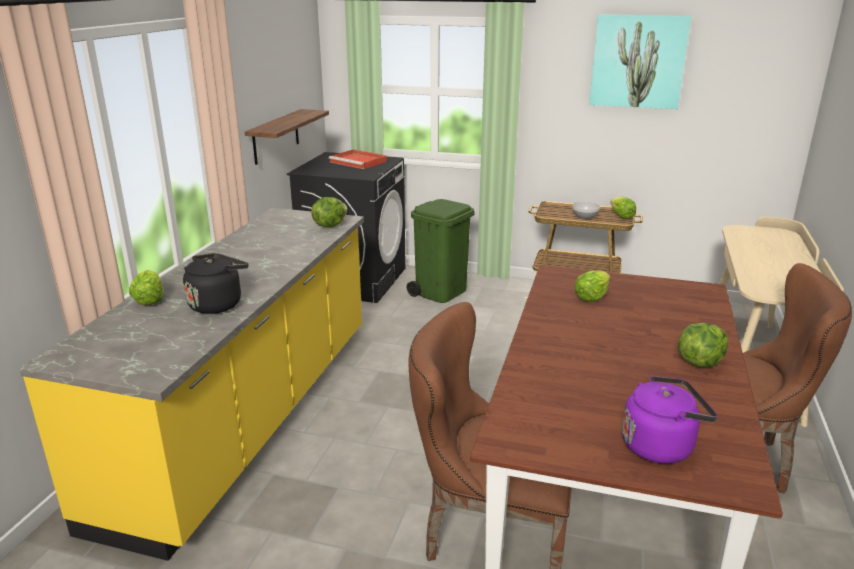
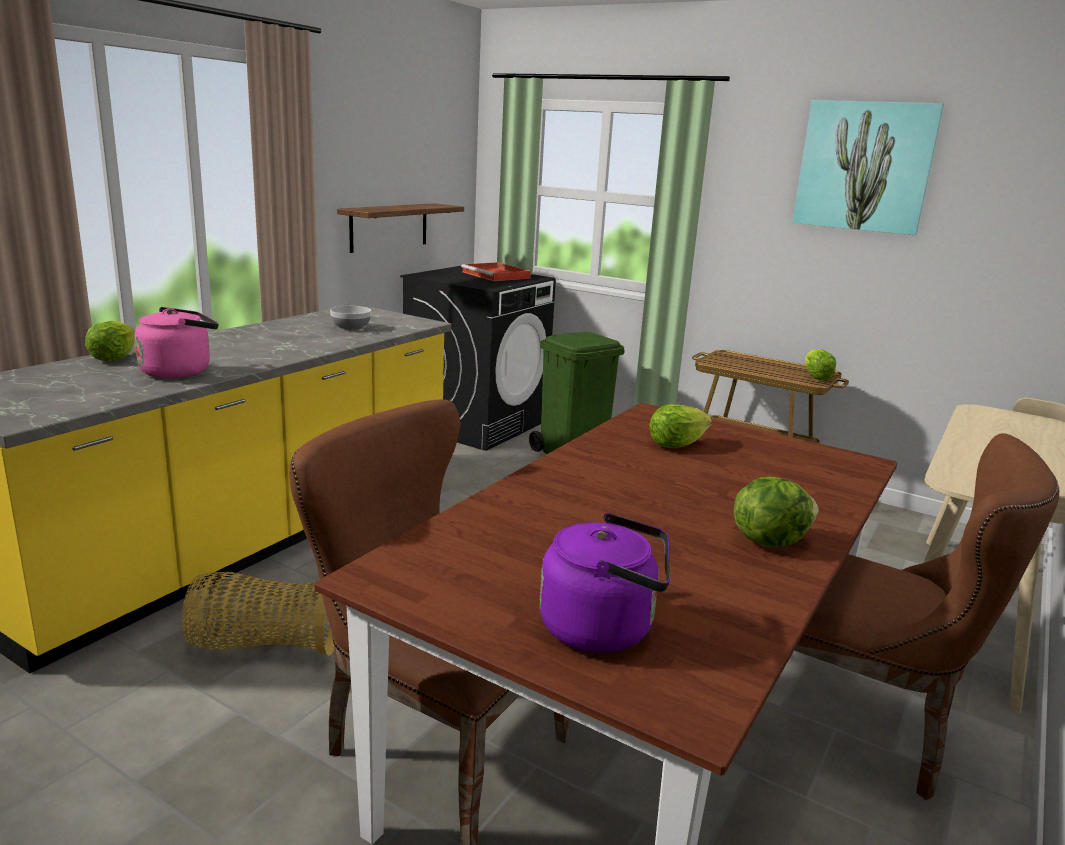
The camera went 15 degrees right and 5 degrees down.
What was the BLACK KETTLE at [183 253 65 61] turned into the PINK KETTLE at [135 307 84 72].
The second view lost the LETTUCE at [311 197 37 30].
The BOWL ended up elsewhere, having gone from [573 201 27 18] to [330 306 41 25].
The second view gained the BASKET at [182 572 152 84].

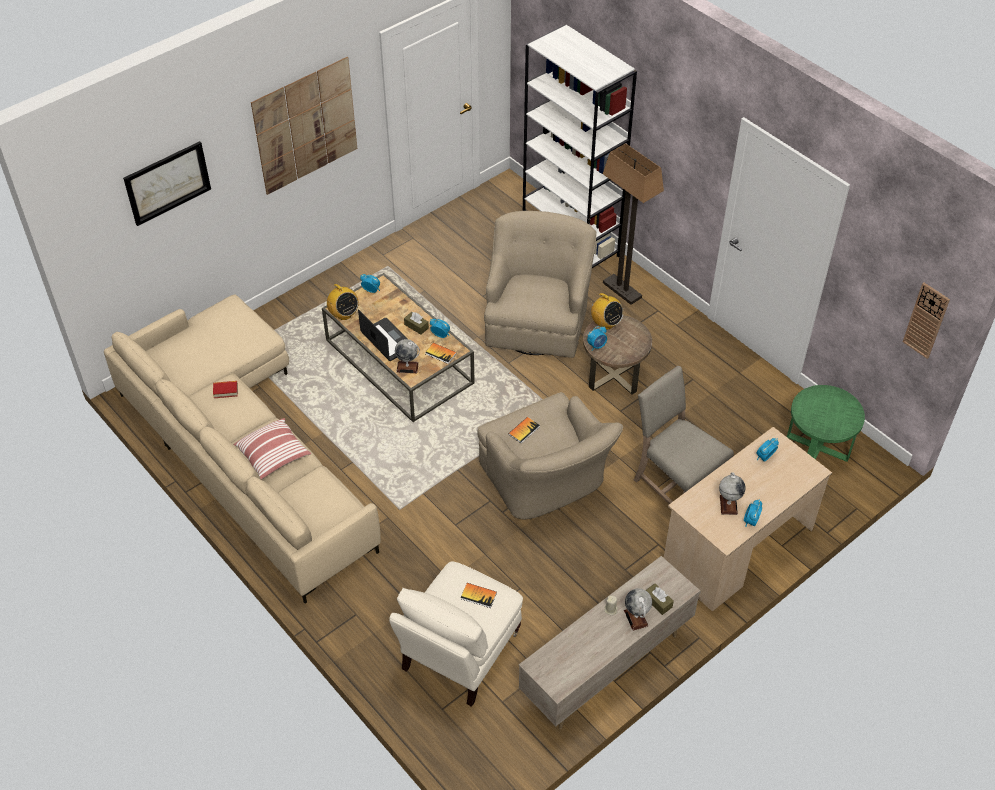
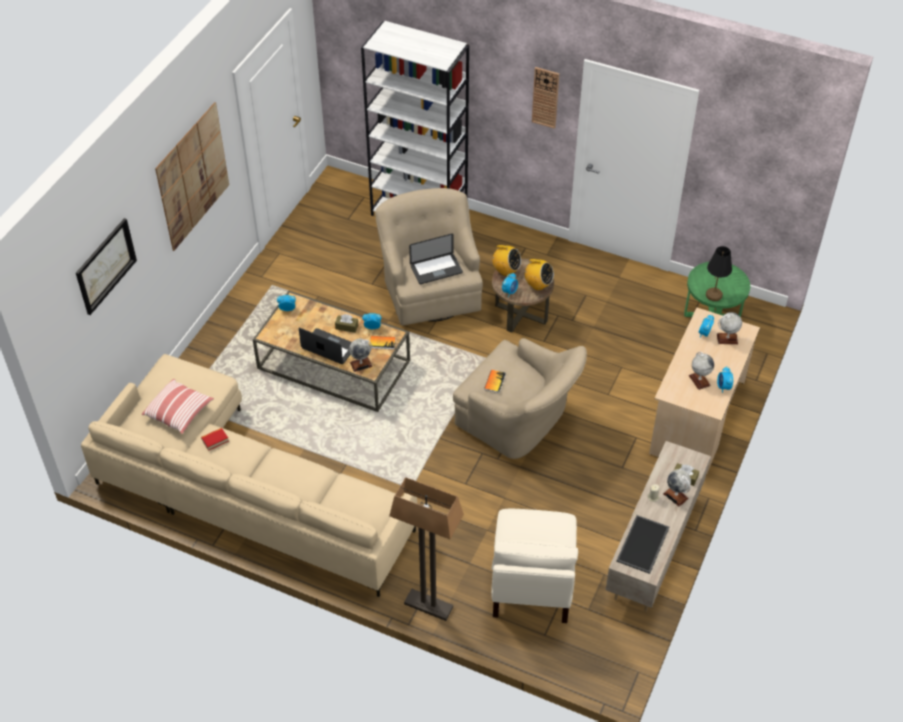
The camera went 25 degrees left and 0 degrees up.
The PILLOW ended up elsewhere, having gone from [234 418 77 62] to [142 379 72 55].
The RADIO ended up elsewhere, having gone from [326 284 33 36] to [524 259 30 31].
The second view lost the BOOK at [461 583 36 25].
The FLOOR LAMP ended up elsewhere, having gone from [603 143 61 162] to [389 477 75 144].
The second view lost the BEIGE CHAIR at [634 366 100 138].
The WALL CLOCK ended up elsewhere, having gone from [903 282 47 77] to [532 67 27 62].
The second view gained the LAPTOP at [409 233 54 51].
The second view gained the TRAY at [616 515 53 59].
The second view gained the BLACK TABLE LAMP at [706 246 26 55].
The second view gained the GLOBE at [717 312 25 32].

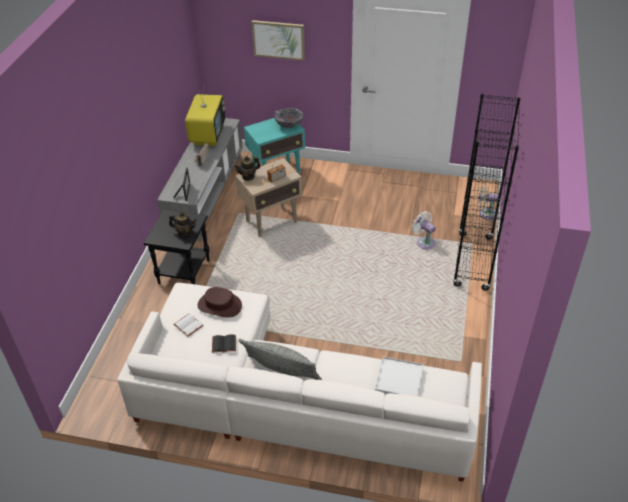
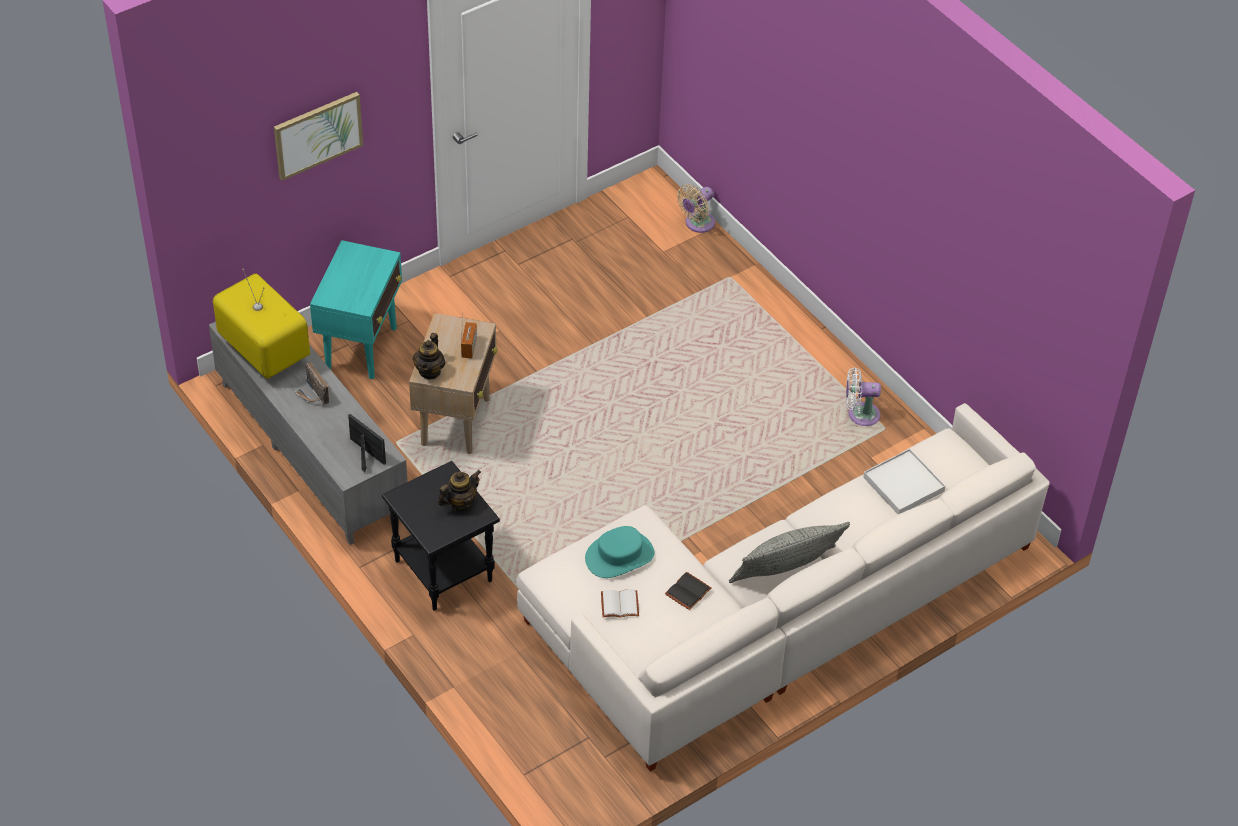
The camera went 50 degrees left and 5 degrees up.
What was the BROWN HAT at [198 287 44 31] turned into the TURQUOISE HAT at [585 526 70 52].
The second view lost the BOWL at [274 108 29 20].
The WHITE FAN ended up elsewhere, having gone from [412 211 24 38] to [846 367 35 59].
The second view lost the BLACK BOOKCASE at [453 94 68 197].

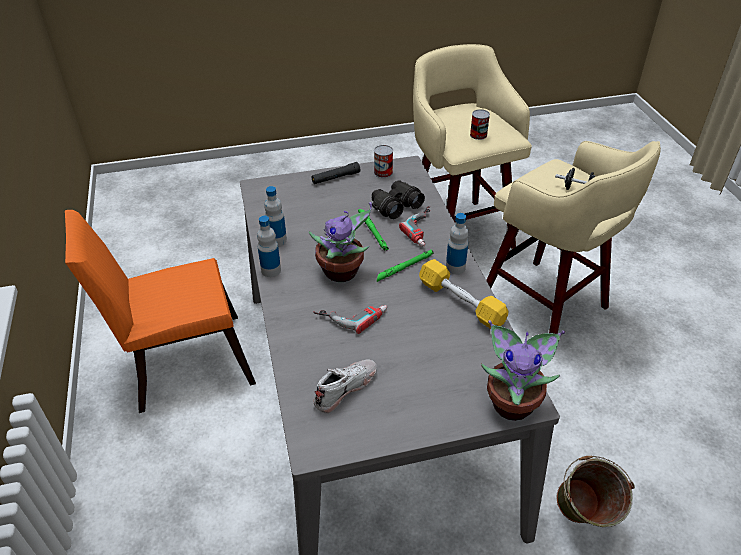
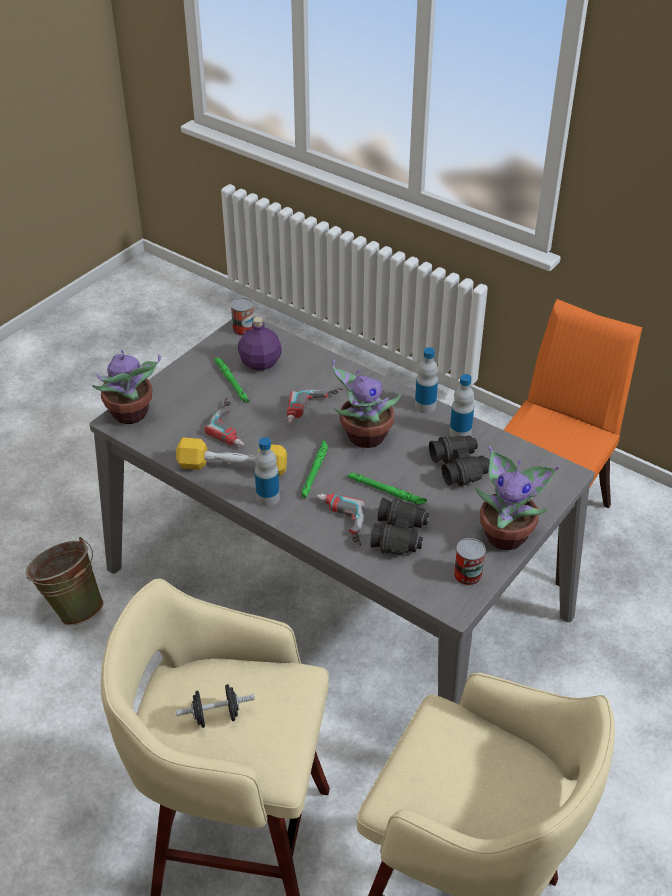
The camera went 140 degrees right and 0 degrees up.
Where the BLACK FLASHLIGHT stood at [311 162 49 22], the POTTED PLANT came to stand at [475 446 85 104].
Where the WHITE SHOE stood at [313 360 64 54], the PURPLE BOTTLE came to stand at [238 317 44 54].
The CAN ended up elsewhere, having gone from [470 109 20 31] to [231 298 23 38].
The second view gained the POWER DRILL at [204 397 40 50].
The second view gained the GREEN FLASHLIGHT at [214 358 35 45].
The second view gained the BLACK BINOCULARS at [429 435 61 51].

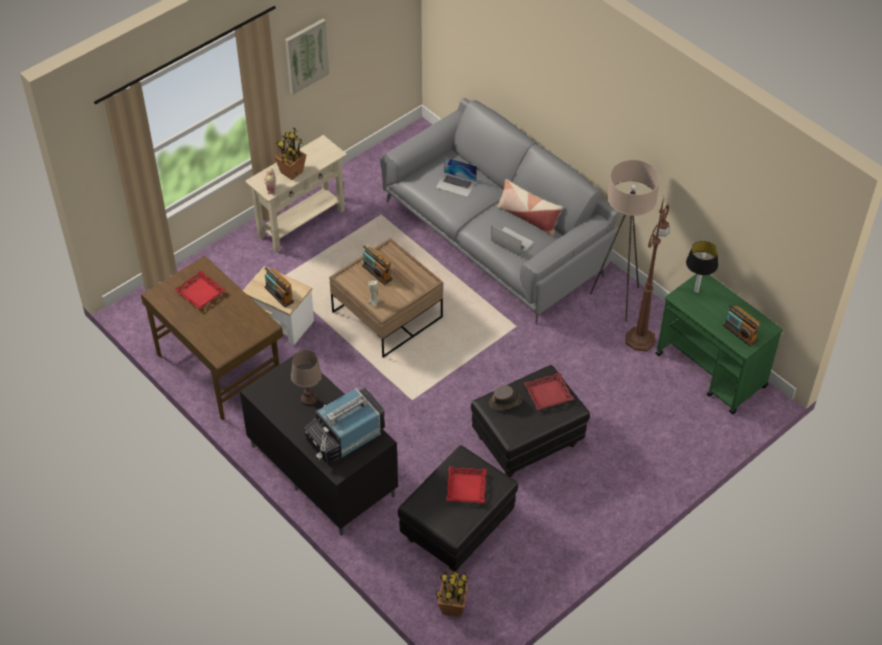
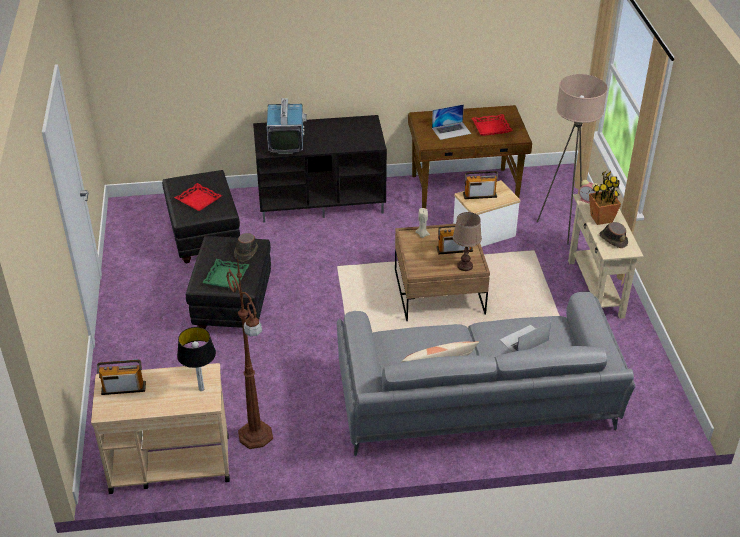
The camera went 125 degrees right and 10 degrees down.
The second view lost the PICTURE at [285 19 44 76].
The BROWN TABLE LAMP ended up elsewhere, having gone from [291 350 31 56] to [453 212 29 59].
The second view lost the POTTED PLANT at [436 569 33 48].
The LAPTOP ended up elsewhere, having gone from [491 225 43 32] to [432 104 39 36].
What was the RED TRAY at [524 372 50 38] turned into the GREEN TRAY at [203 259 47 30].
The BEIGE FLOOR LAMP ended up elsewhere, having gone from [590 160 70 162] to [537 74 71 171].
What was the GREEN CART at [655 274 128 140] turned into the BEIGE CART at [91 363 139 131].
The second view gained the BROWN HAT at [599 222 29 26].

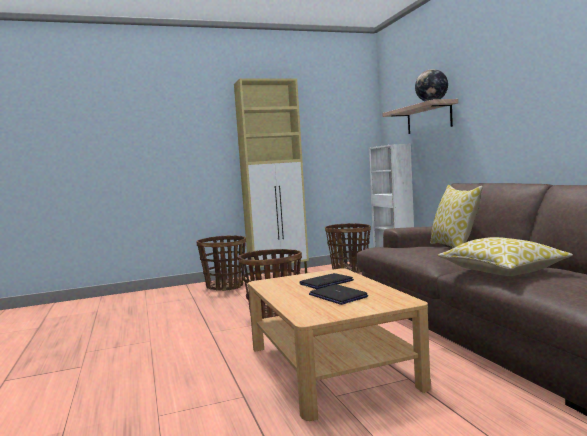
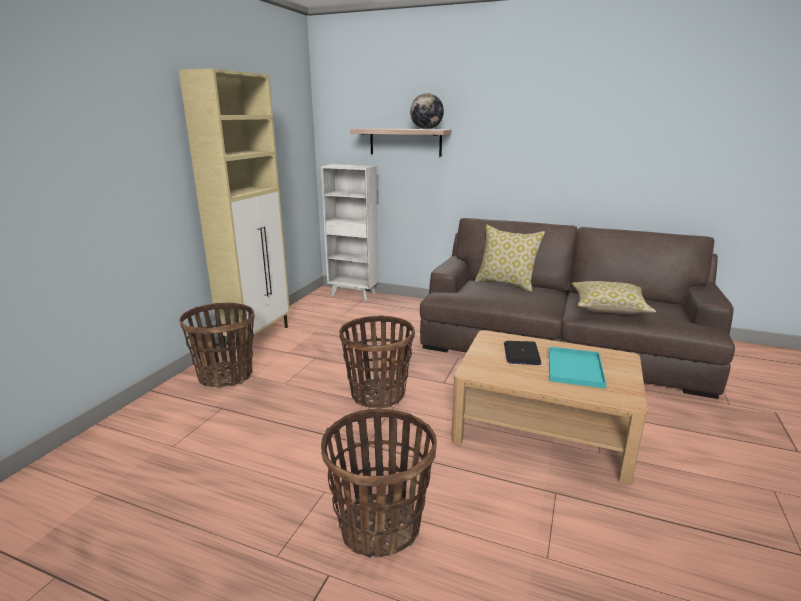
The camera went 50 degrees left and 15 degrees up.
Where the LAPTOP stood at [309 284 59 21], the TURQUOISE TRAY came to stand at [549 347 57 42].
The BASKET ended up elsewhere, having gone from [325 223 46 50] to [321 409 116 149].

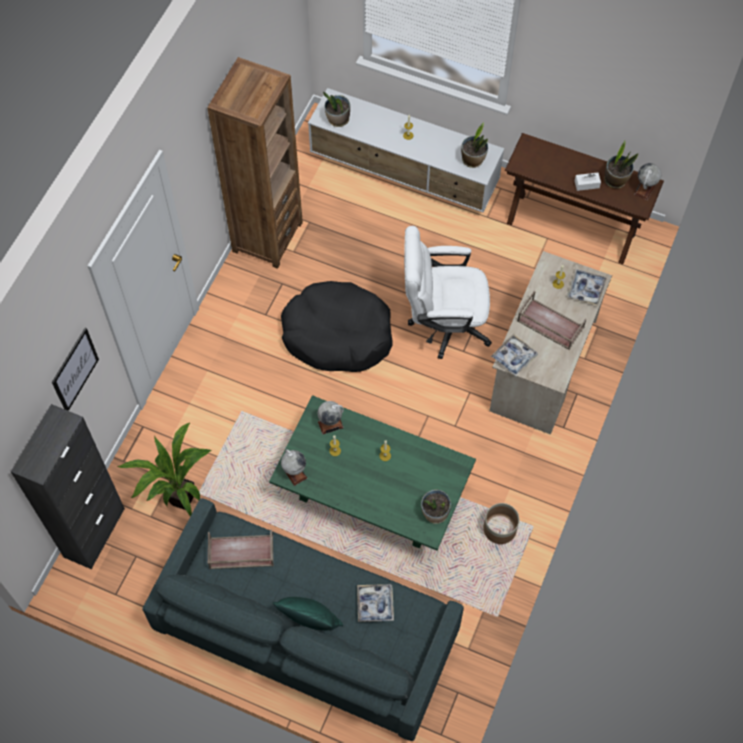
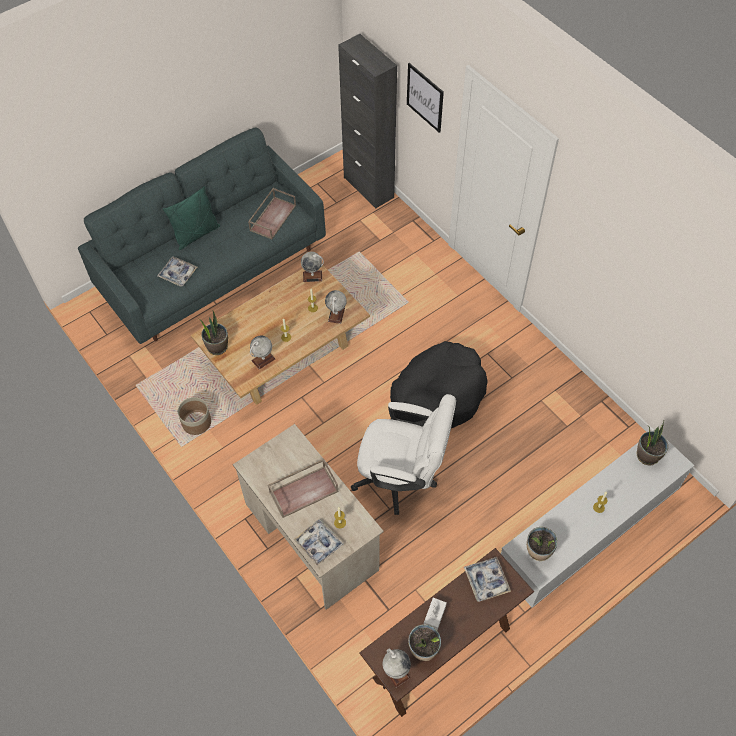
The camera went 120 degrees right and 5 degrees down.
The second view lost the POTTED PLANT at [117 423 95 93].
The second view lost the BROWN BOOKCASE at [207 57 96 212].
What was the GREEN COFFEE TABLE at [269 395 207 155] turned into the BEIGE COFFEE TABLE at [191 266 179 139].
The WHITE OFFICE CHAIR at [404 226 88 133] ended up facing another way, 75 degrees clockwise from before.
The TRAY ended up elsewhere, having gone from [491 334 47 42] to [464 557 47 45].
The second view gained the GLOBE at [250 335 25 35].

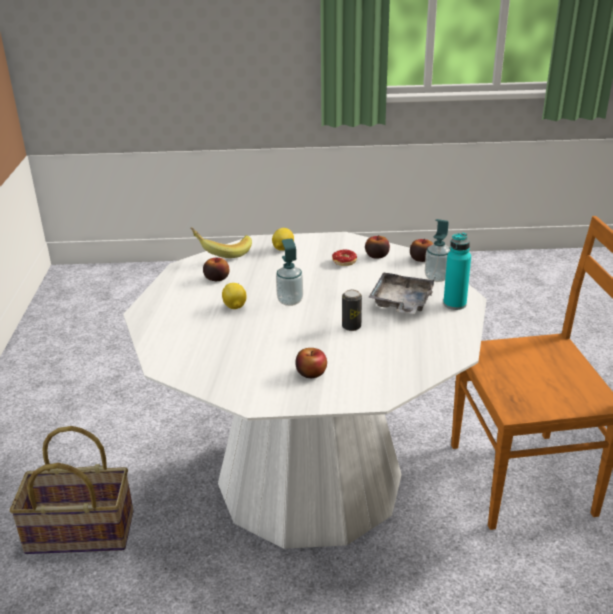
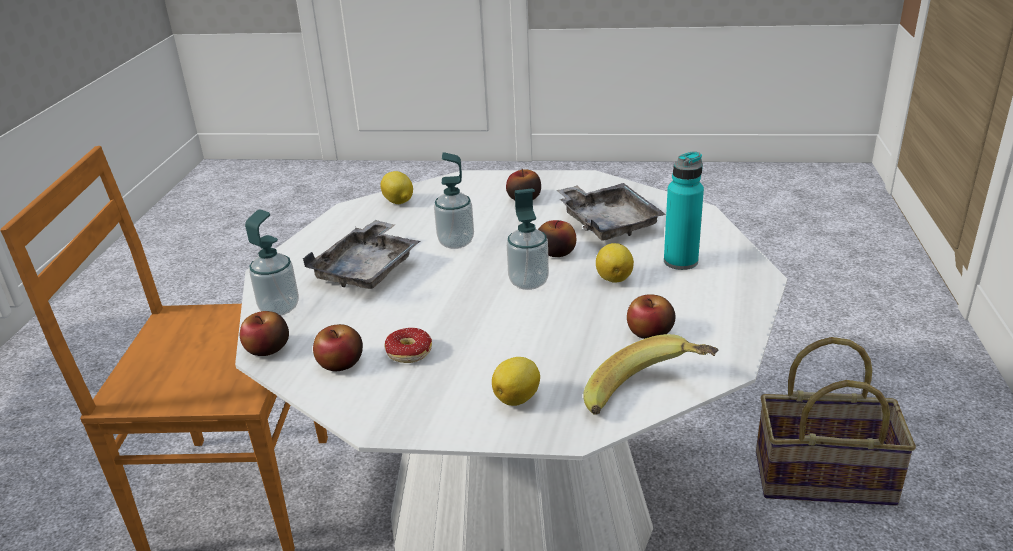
The camera went 170 degrees left and 0 degrees up.
Where the CAN stood at [342 290 20 41], the SOAP DISPENSER came to stand at [434 152 40 97].
The TURQUOISE BOTTLE ended up elsewhere, having gone from [443 232 28 78] to [664 151 40 119].
The second view gained the LEMON at [380 171 33 33].
The second view gained the APPLE at [538 220 38 37].
The second view gained the GREY TRAY at [556 183 109 58].

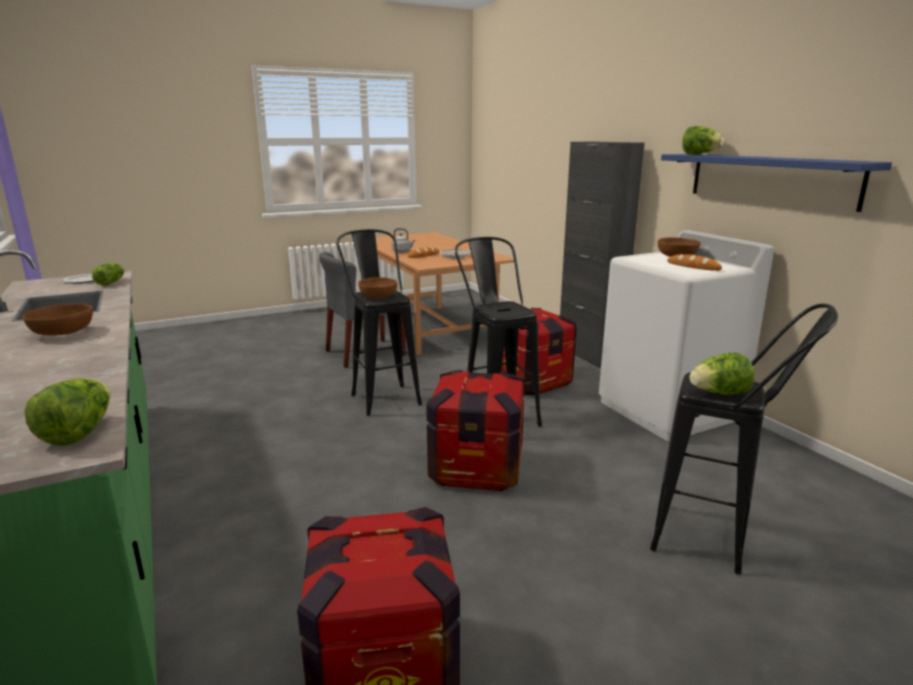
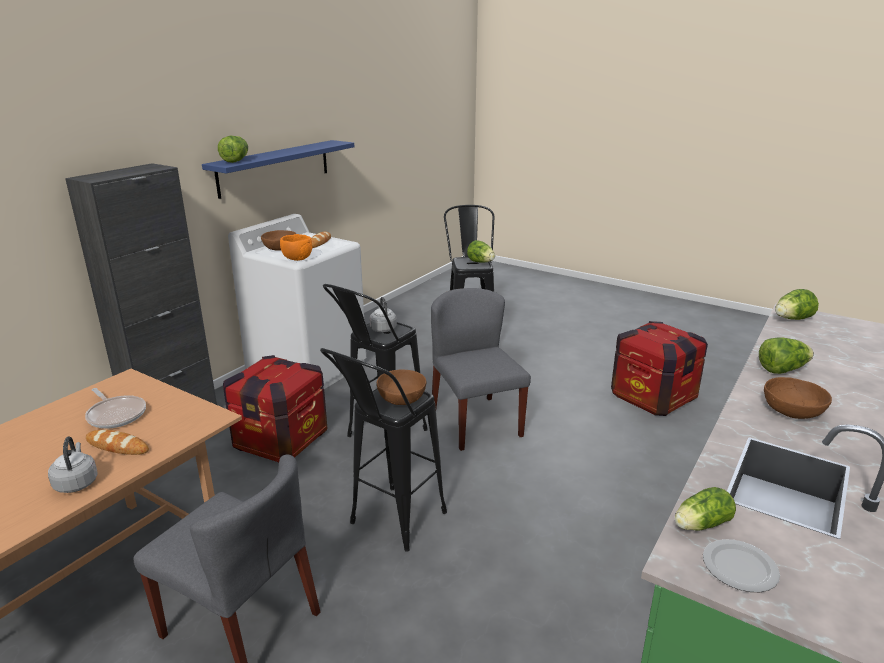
The camera went 120 degrees left and 5 degrees up.
Where the CRATE stood at [426 370 99 121], the GREY CHAIR came to stand at [431 288 100 163].
The second view gained the ORANGE BOWL at [280 234 33 27].
The second view gained the GREY KETTLE at [369 297 28 36].
The second view gained the LETTUCE at [759 337 55 37].

